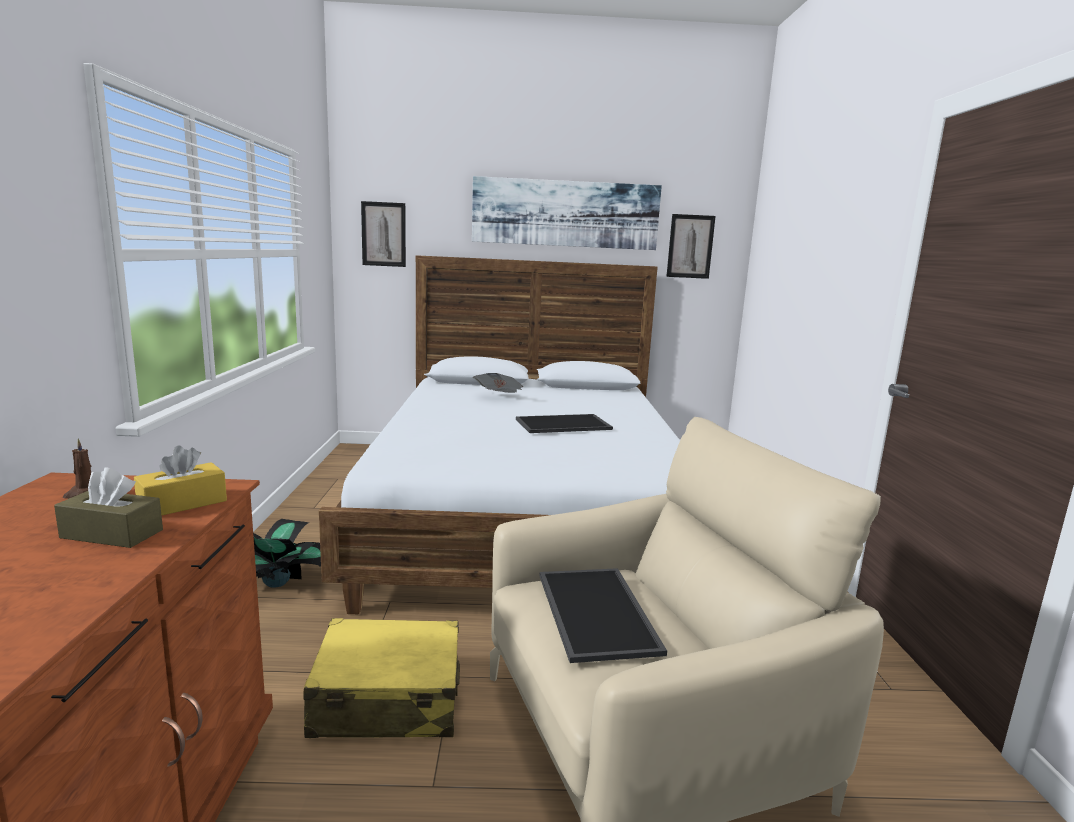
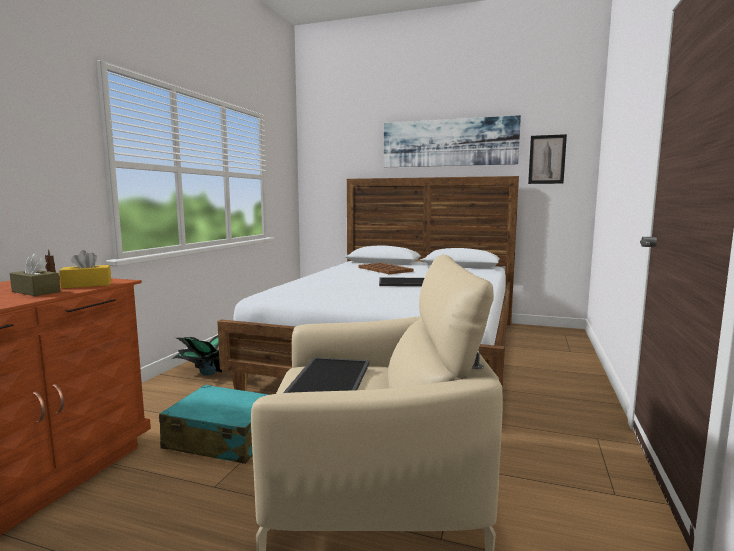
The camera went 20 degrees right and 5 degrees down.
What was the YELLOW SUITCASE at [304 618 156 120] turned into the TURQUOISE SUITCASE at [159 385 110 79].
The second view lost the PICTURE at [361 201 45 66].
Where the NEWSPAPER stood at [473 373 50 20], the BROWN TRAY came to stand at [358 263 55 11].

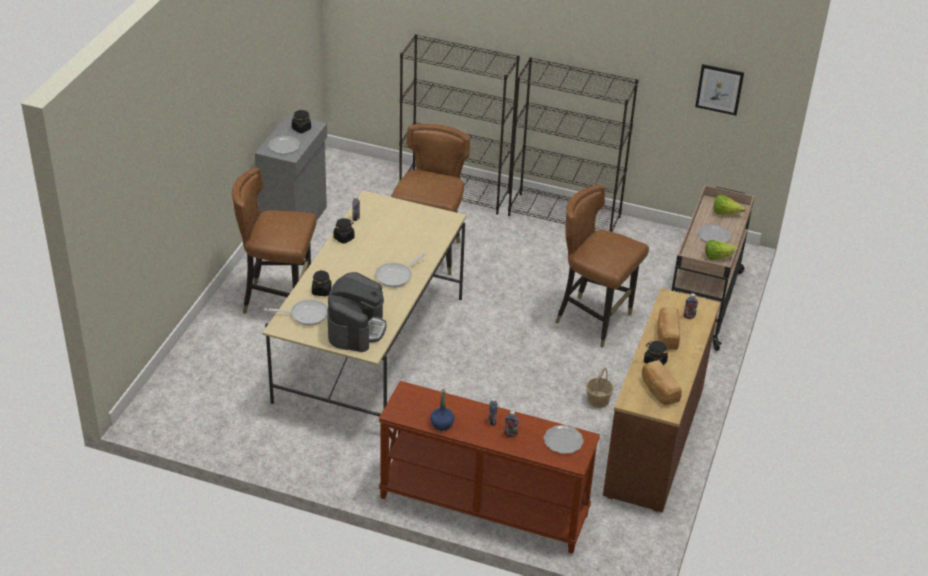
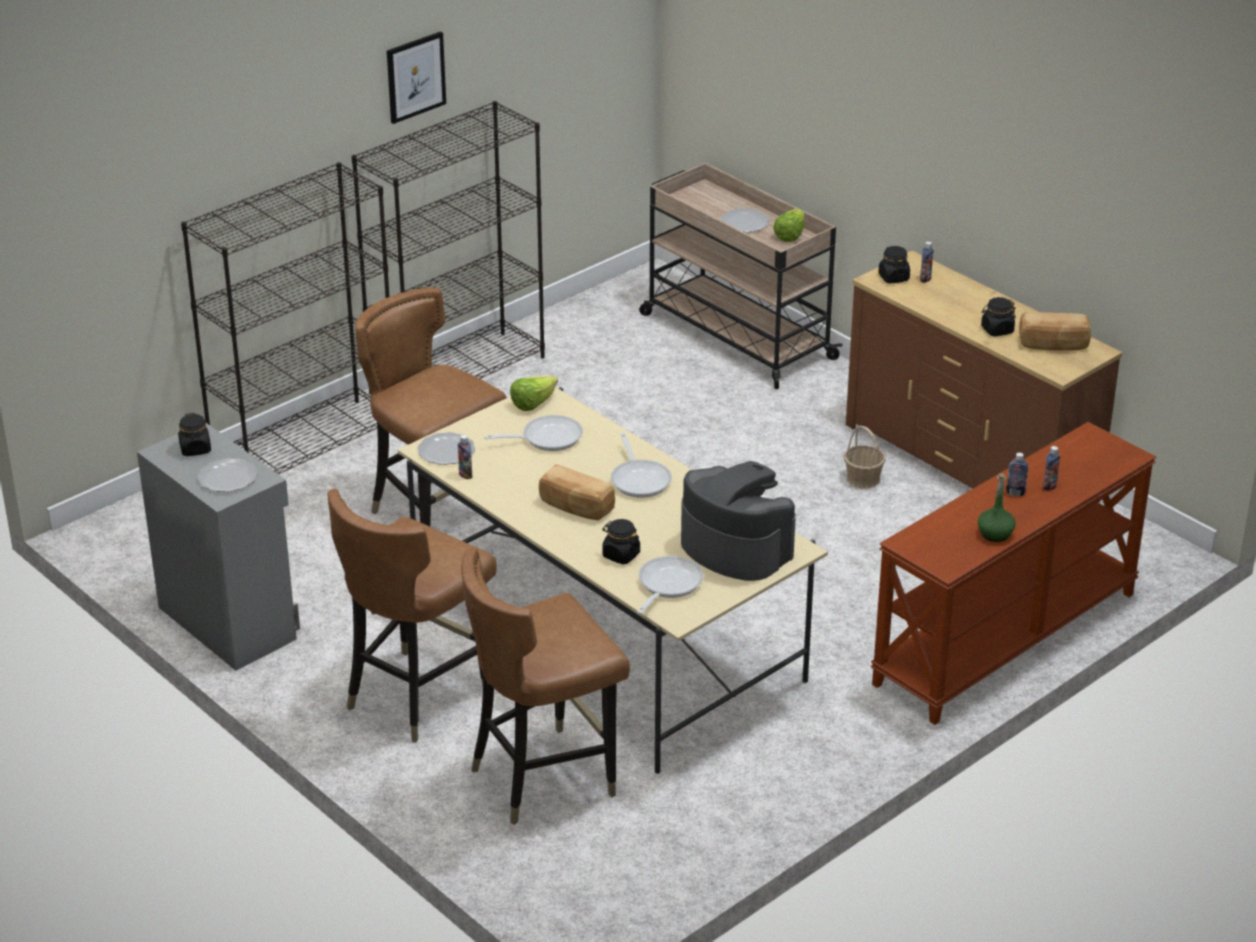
The camera went 60 degrees left and 5 degrees down.
The BLACK JAR ended up elsewhere, having gone from [333 218 22 25] to [878 246 32 37].
What was the BLUE BOTTLE at [430 389 25 41] turned into the GREEN BOTTLE at [978 473 38 69].
The PLATE ended up elsewhere, having gone from [544 425 40 29] to [417 432 58 33].
The BROWN CHAIR ended up elsewhere, having gone from [555 185 94 163] to [461 548 169 277].
The BREAD ended up elsewhere, having gone from [657 307 23 43] to [539 464 76 56].
The PICTURE ended up elsewhere, having gone from [695 64 49 52] to [387 31 59 93].
The LETTUCE ended up elsewhere, having gone from [714 195 32 20] to [510 376 48 35].
The second view gained the FRYING PAN at [484 415 99 36].

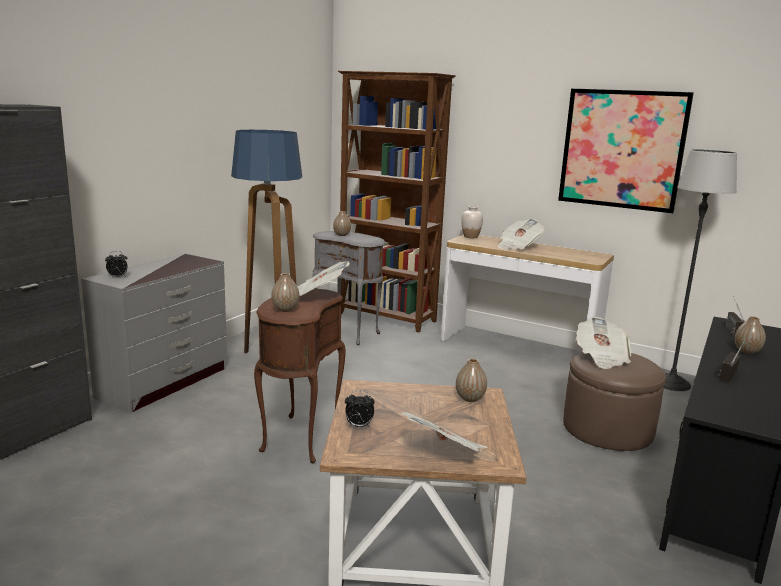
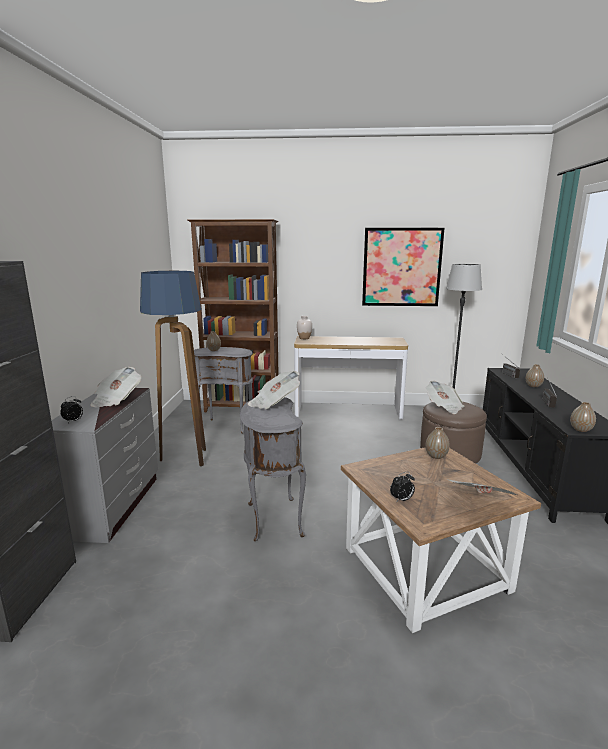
The camera went 25 degrees left and 0 degrees up.
What was the BROWN SIDE TABLE at [254 289 92 174] turned into the GREY SIDE TABLE at [240 397 66 144].
The VASE ended up elsewhere, having gone from [271 273 28 39] to [570 402 26 30].
The NEWSPAPER ended up elsewhere, having gone from [498 219 47 31] to [90 367 51 40].

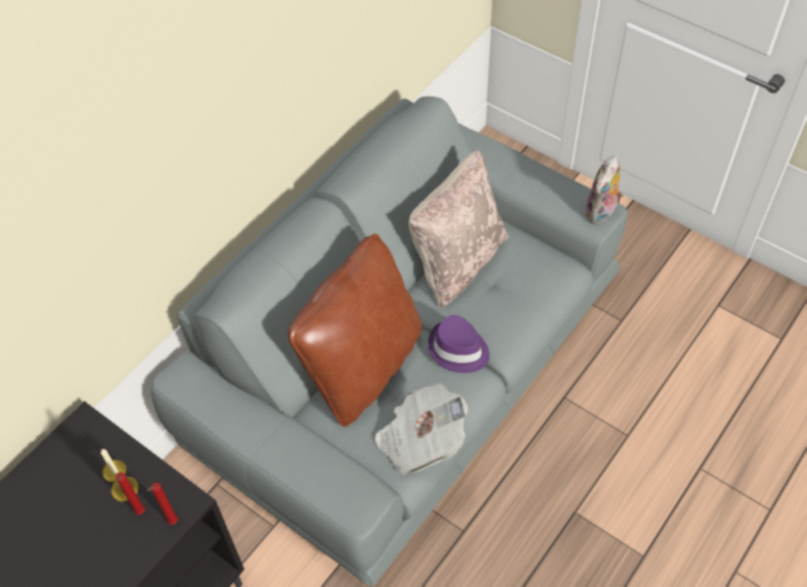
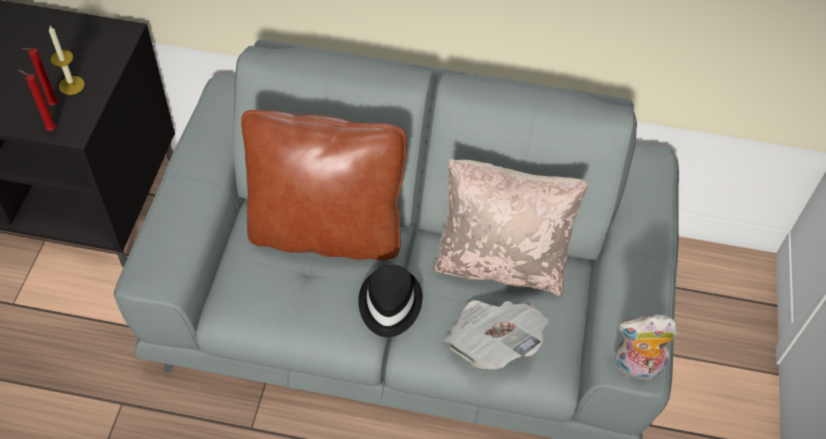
The camera went 60 degrees right and 0 degrees up.
The NEWSPAPER ended up elsewhere, having gone from [375 383 94 93] to [444 300 105 69].
What was the PURPLE HAT at [428 315 62 58] turned into the BLACK HAT at [358 264 64 73].

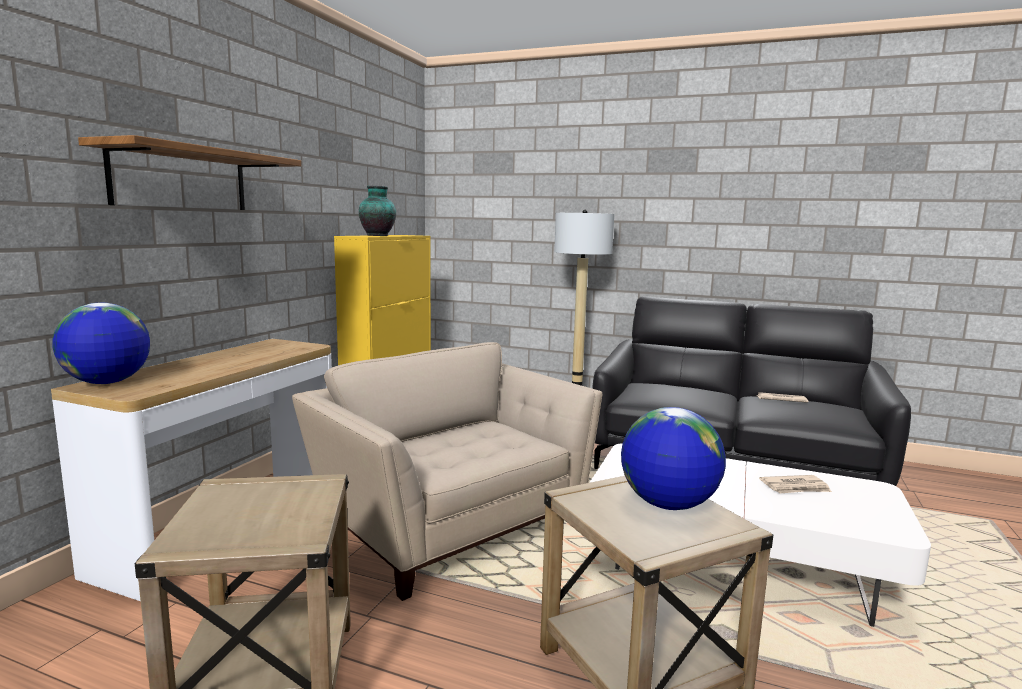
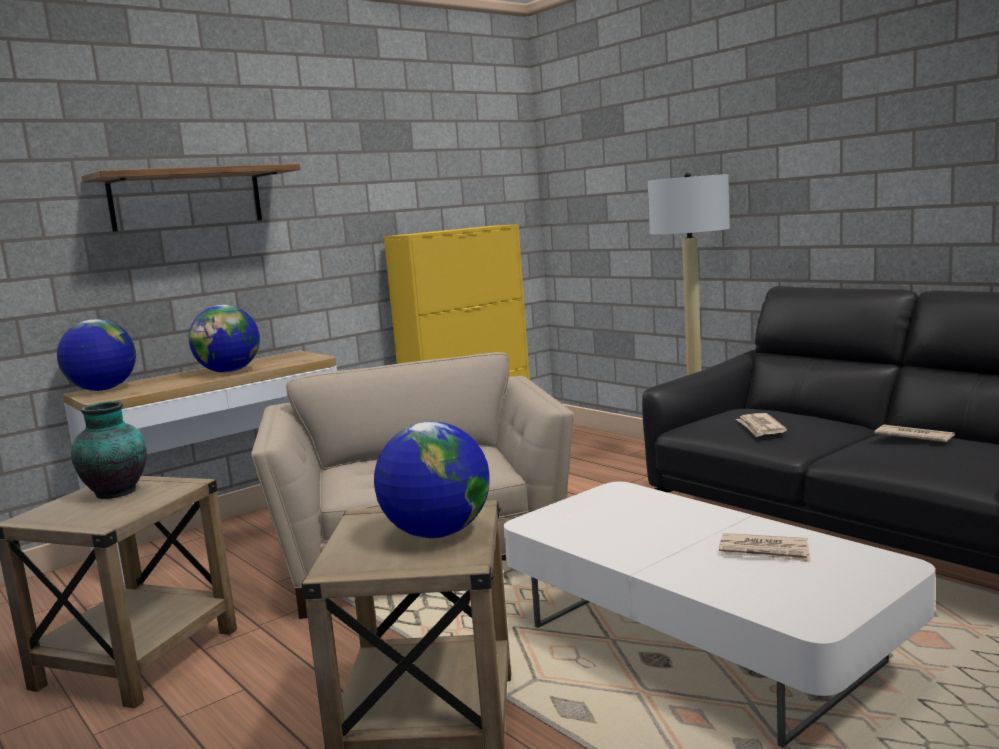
The camera went 30 degrees right and 0 degrees up.
The VASE ended up elsewhere, having gone from [359 186 37 50] to [71 401 76 98].
The second view gained the GLOBE at [189 305 71 68].
The second view gained the NEWSPAPER at [736 413 51 24].

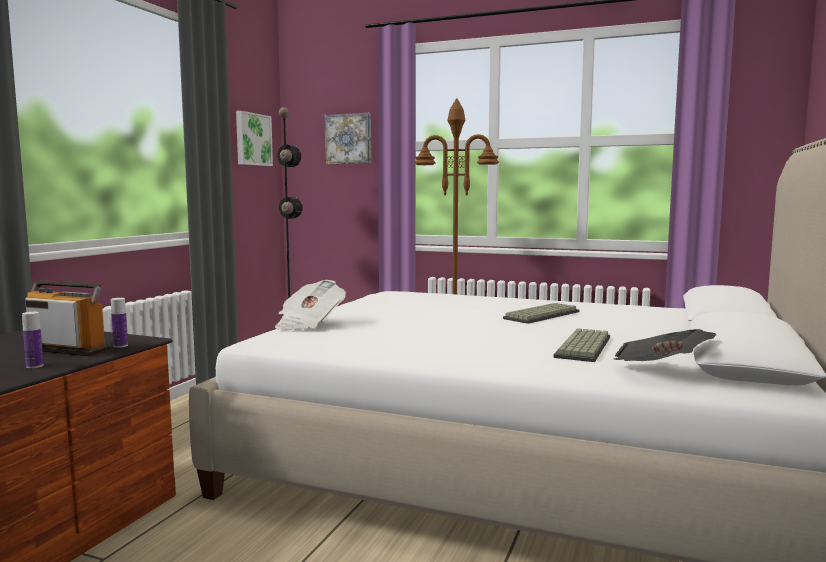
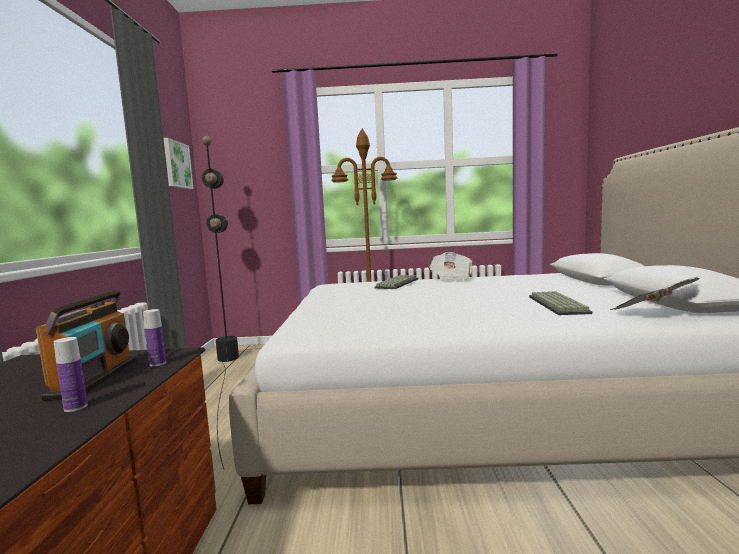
The camera went 20 degrees left and 0 degrees up.
The RADIO at [25 280 85 76] ended up facing another way, 90 degrees clockwise from before.
The NEWSPAPER ended up elsewhere, having gone from [275 280 71 51] to [429 252 43 31].
The second view lost the PICTURE at [325 113 46 52].
The KEYBOARD ended up elsewhere, having gone from [503 303 76 21] to [375 275 43 14].

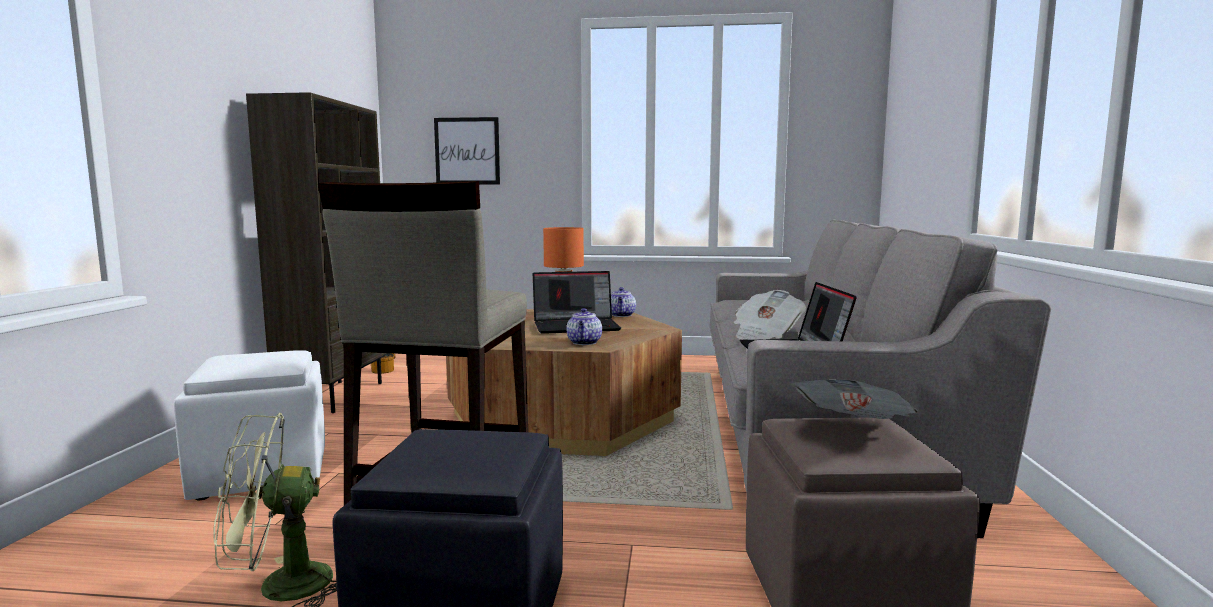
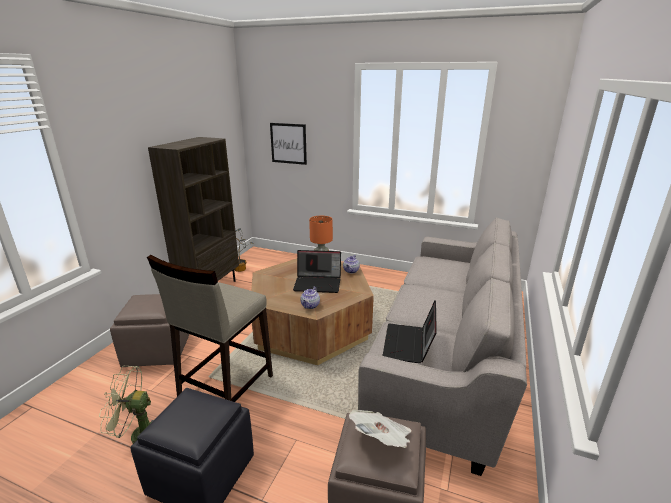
The camera went 15 degrees right and 15 degrees up.
What was the WHITE OTTOMAN at [174 350 151 150] turned into the BROWN OTTOMAN at [110 294 80 73].
The second view lost the NEWSPAPER at [734 290 72 50].

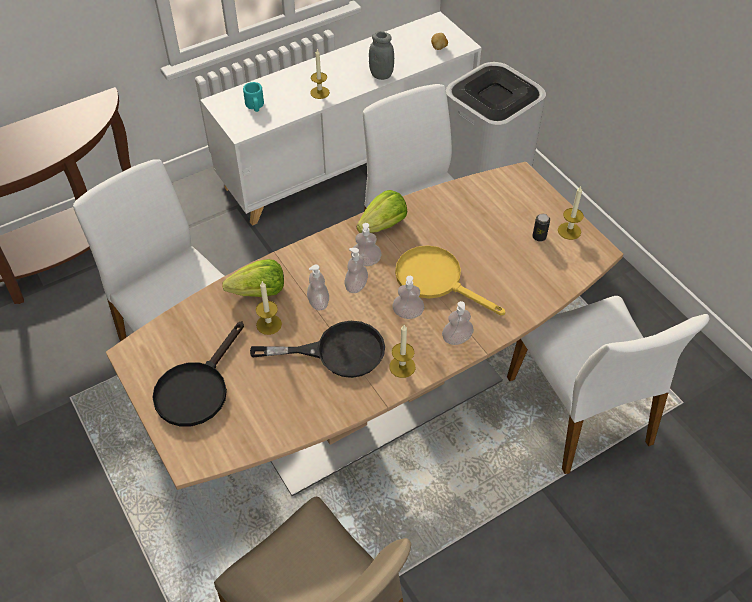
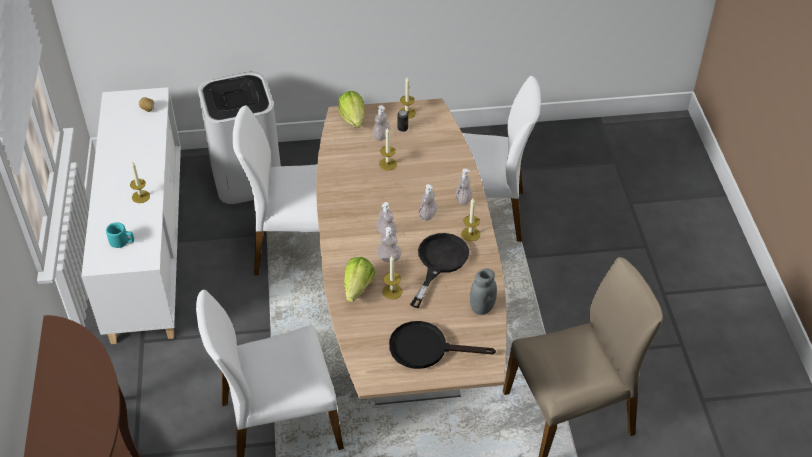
The camera went 65 degrees left and 5 degrees down.
The BLACK FRYING PAN at [152 321 92 105] ended up facing another way, 135 degrees clockwise from before.
The SOAP DISPENSER ended up elsewhere, having gone from [351 223 30 43] to [373 105 17 36].
The LETTUCE ended up elsewhere, having gone from [357 190 50 43] to [338 91 26 37].
The GREY JAR ended up elsewhere, having gone from [369 31 25 49] to [470 268 27 47].
The second view lost the YELLOW FRYING PAN at [395 245 110 70].
The second view gained the CANDLE at [379 127 18 43].

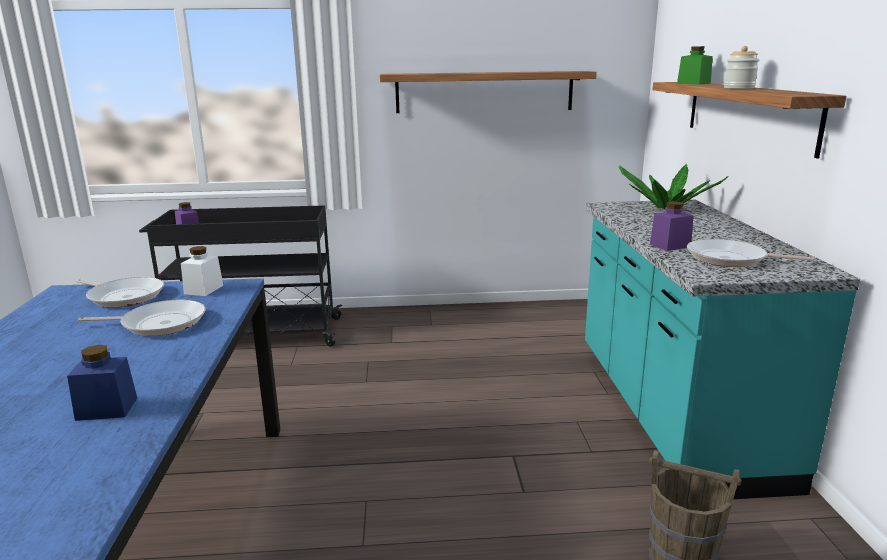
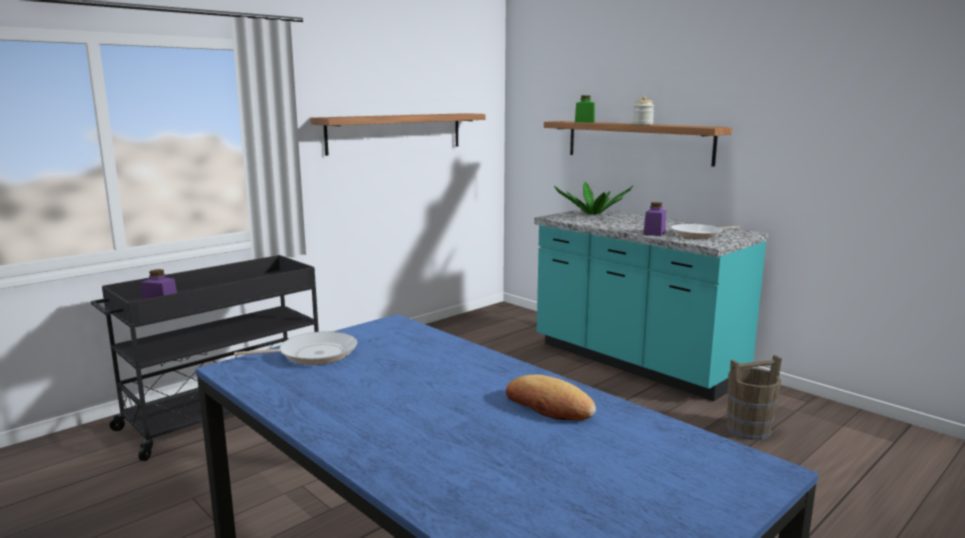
The camera went 40 degrees left and 5 degrees down.
Where the BLUE JAR stood at [67 345 70 76], the BREAD came to stand at [506 375 90 45].
The second view lost the FRYING PAN at [78 300 127 36].
The second view lost the WHITE JAR at [181 246 42 50].

